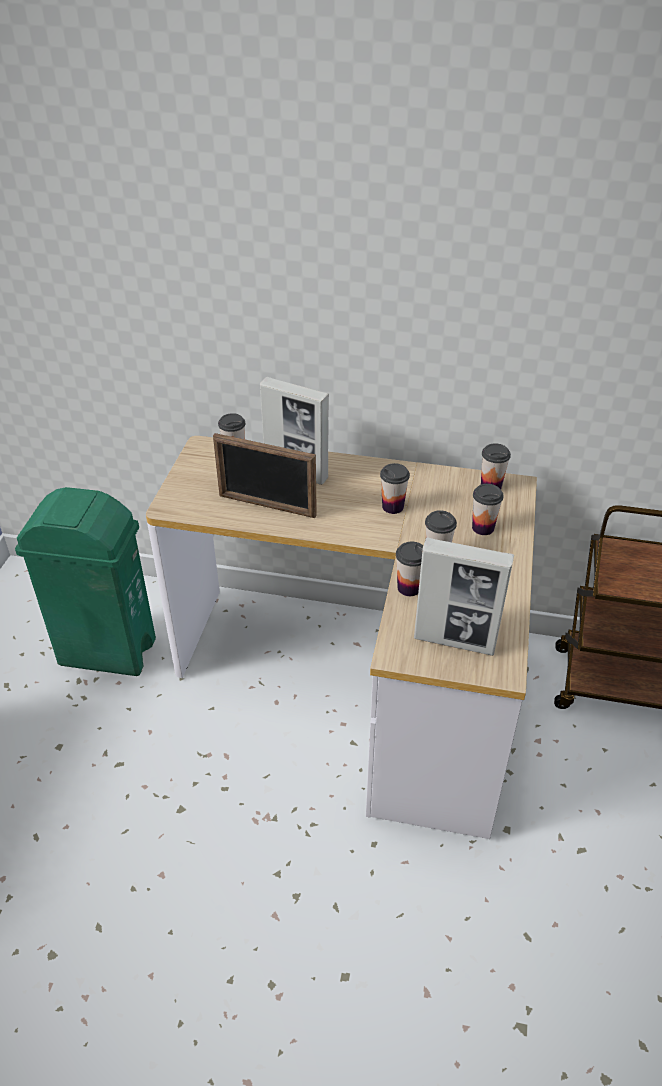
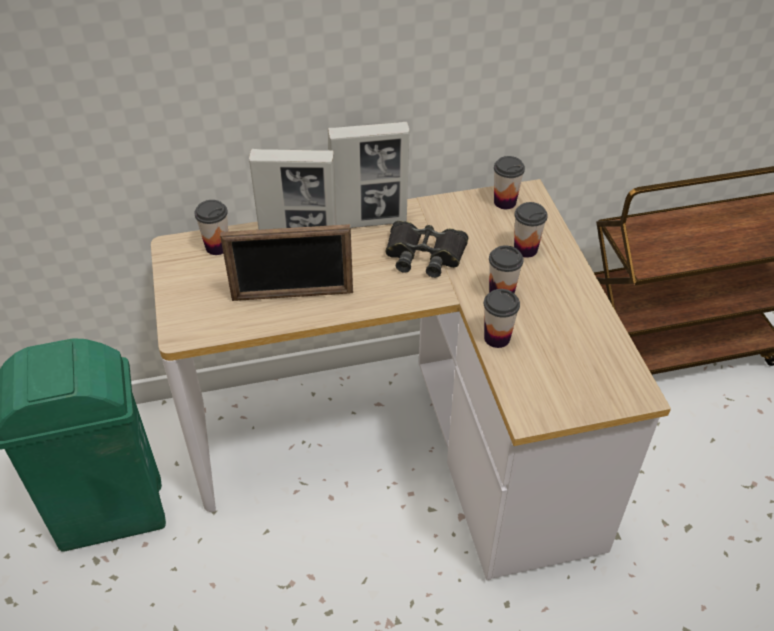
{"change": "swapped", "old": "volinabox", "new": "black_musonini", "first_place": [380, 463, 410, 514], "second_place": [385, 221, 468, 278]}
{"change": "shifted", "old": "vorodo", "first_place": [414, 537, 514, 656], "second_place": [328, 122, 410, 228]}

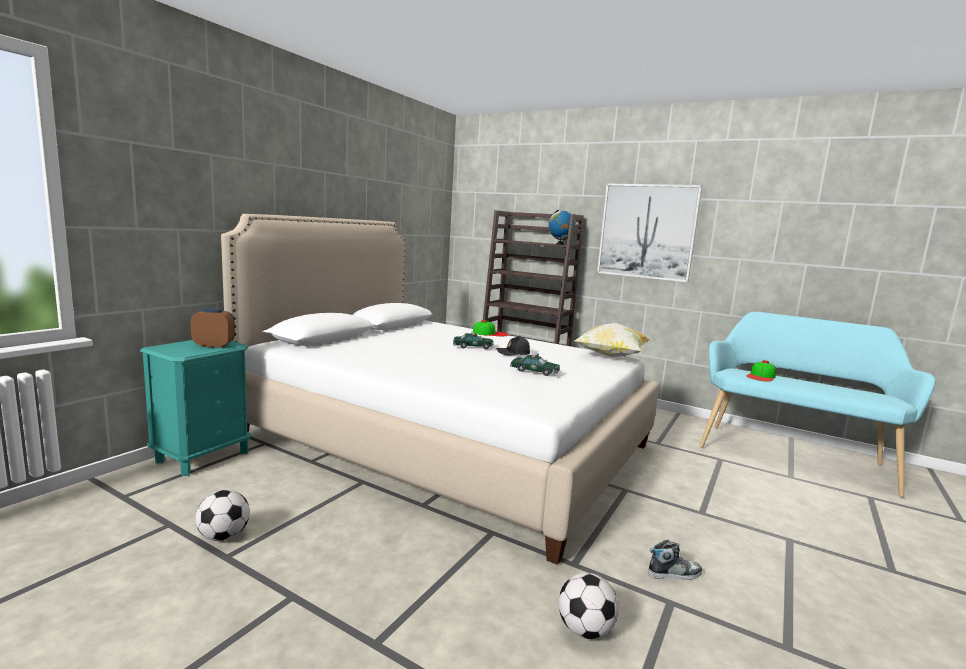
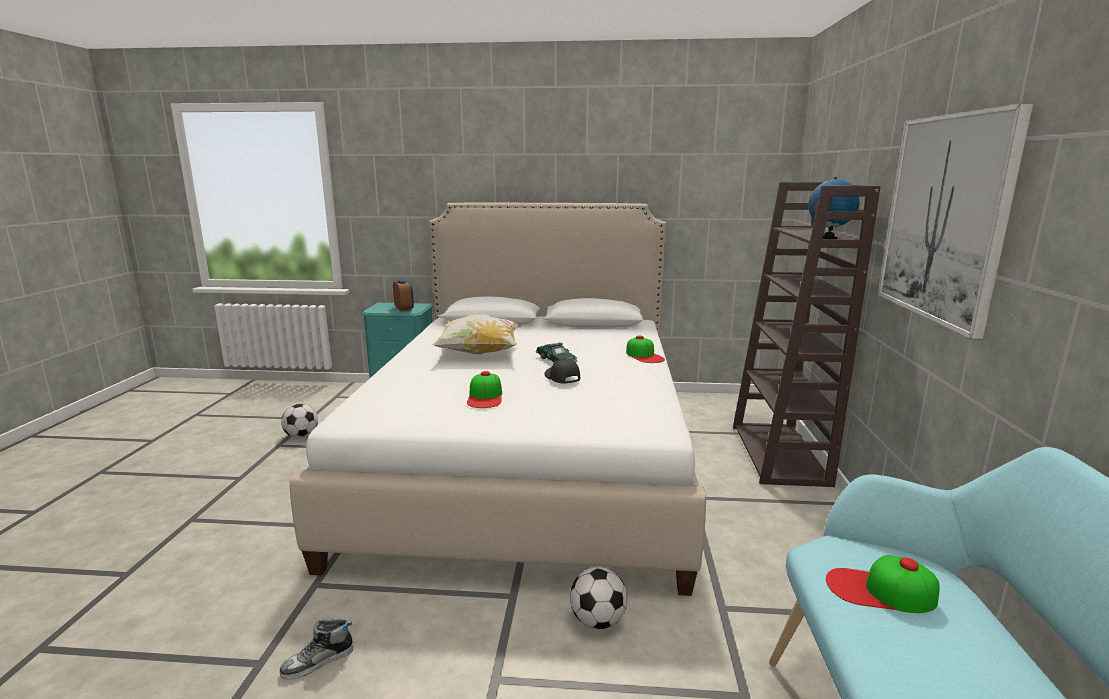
{"change": "swapped", "old": "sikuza", "new": "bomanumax", "first_place": [510, 353, 560, 376], "second_place": [467, 371, 502, 408]}
{"change": "shifted", "old": "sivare", "first_place": [559, 573, 619, 639], "second_place": [570, 567, 627, 629]}
{"change": "shifted", "old": "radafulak", "first_place": [574, 323, 651, 357], "second_place": [433, 314, 519, 355]}
{"change": "rotated", "old": "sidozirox", "first_place": [648, 540, 702, 580], "second_place": [280, 619, 354, 680], "degrees": 90}

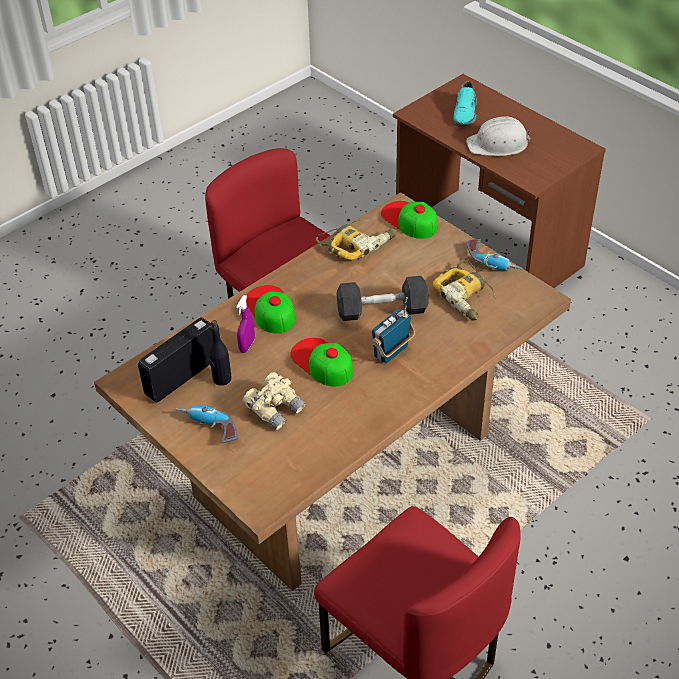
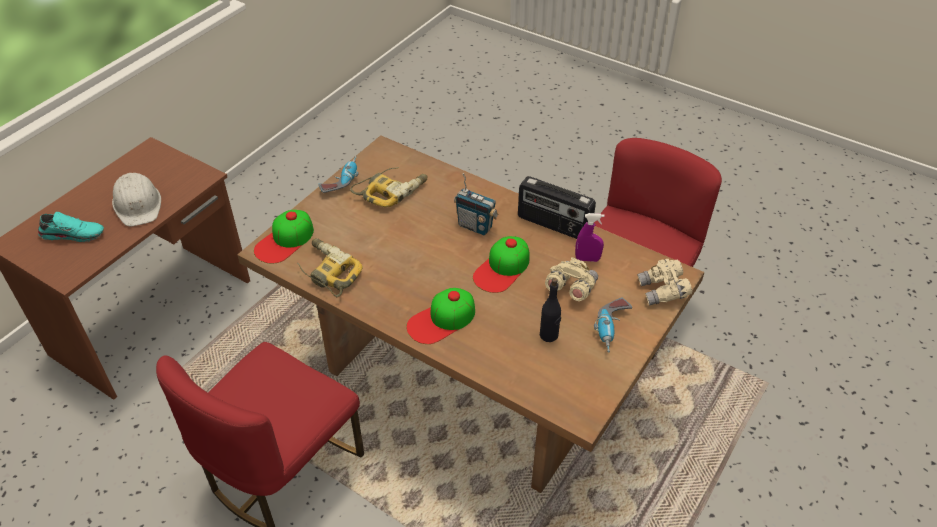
{"change": "shifted", "old": "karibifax", "first_place": [138, 317, 213, 402], "second_place": [518, 176, 596, 239]}
{"change": "shifted", "old": "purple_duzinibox", "first_place": [236, 295, 255, 353], "second_place": [575, 213, 605, 262]}
{"change": "gone", "old": "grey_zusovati", "first_place": [337, 276, 429, 321]}
{"change": "new", "new": "beige_musonini", "second_place": [637, 259, 693, 305]}

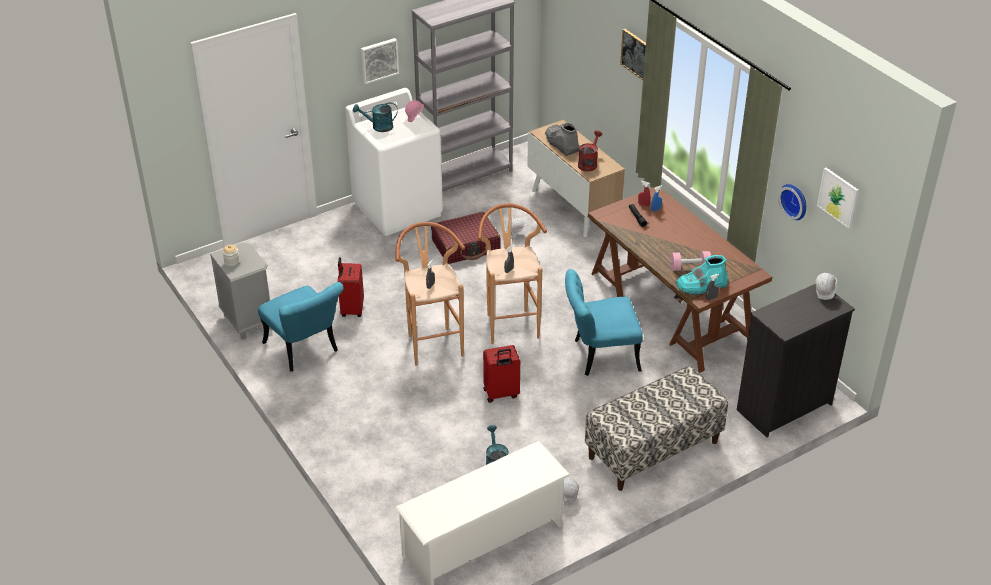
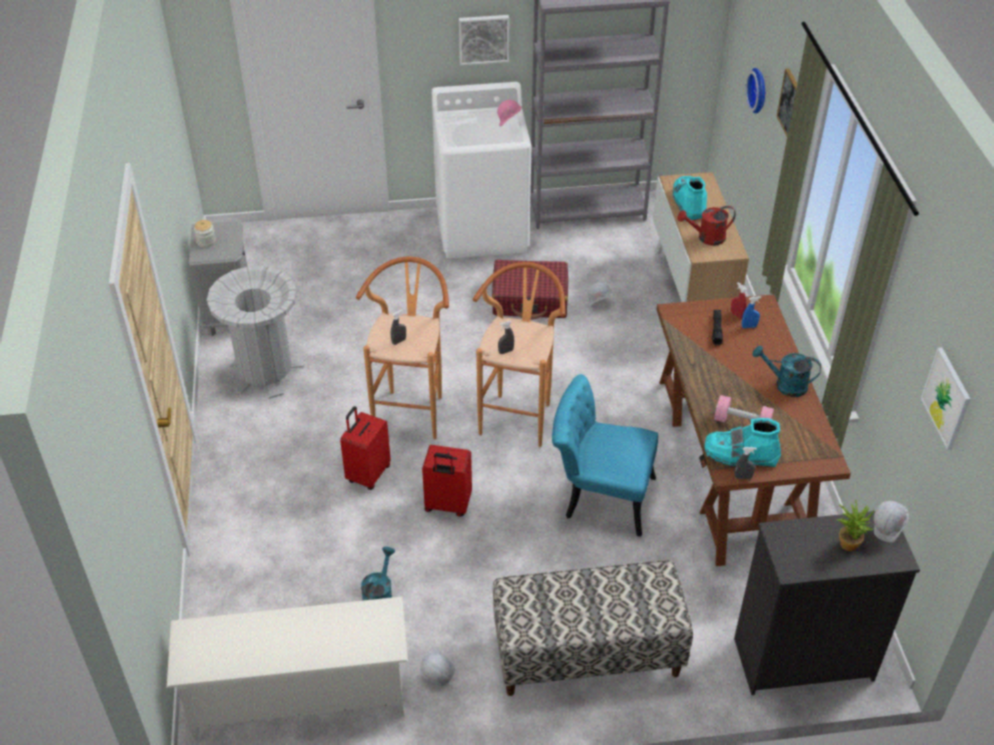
{"change": "swapped", "old": "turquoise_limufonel", "new": "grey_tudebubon", "first_place": [258, 282, 343, 372], "second_place": [207, 266, 304, 399]}
{"change": "shifted", "old": "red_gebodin", "first_place": [337, 257, 364, 317], "second_place": [340, 406, 391, 490]}
{"change": "shifted", "old": "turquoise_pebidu", "first_place": [353, 102, 398, 132], "second_place": [753, 345, 821, 397]}
{"change": "repainted", "old": "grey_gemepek", "new": "turquoise_gemepek", "first_place": [545, 122, 580, 156], "second_place": [673, 176, 707, 221]}
{"change": "rotated", "old": "red_pebidu", "first_place": [578, 131, 602, 171], "second_place": [678, 206, 736, 246], "degrees": -150}
{"change": "shifted", "old": "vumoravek", "first_place": [778, 184, 806, 220], "second_place": [746, 68, 765, 114]}
{"change": "new", "new": "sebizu", "second_place": [837, 500, 874, 551]}

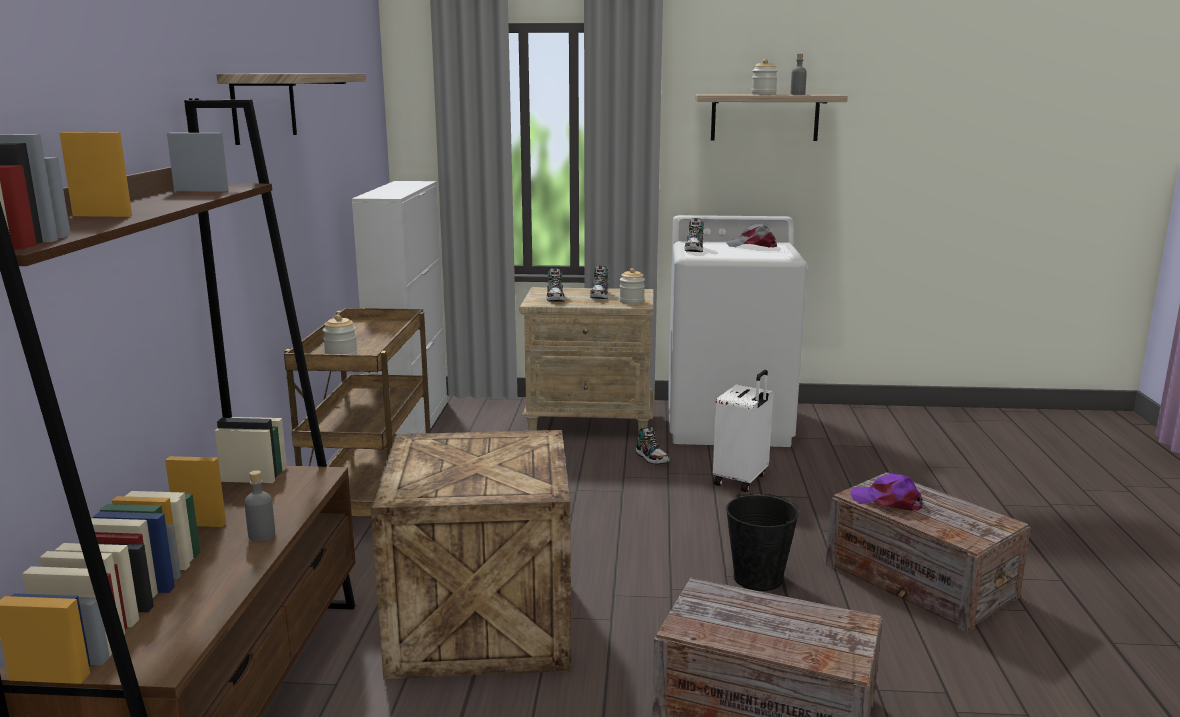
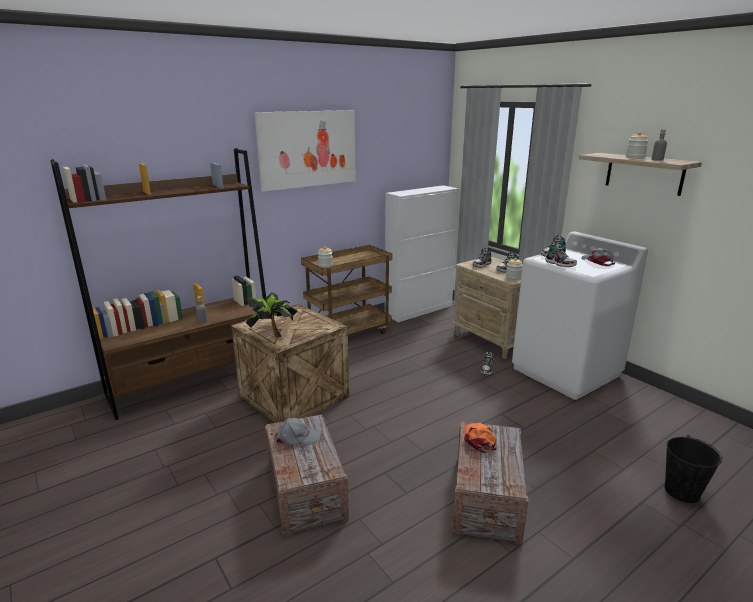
{"change": "swapped", "old": "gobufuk", "new": "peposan", "first_place": [217, 73, 366, 145], "second_place": [254, 110, 356, 192]}
{"change": "gone", "old": "white_gebodin", "first_place": [713, 370, 773, 492]}
{"change": "shifted", "old": "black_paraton", "first_place": [726, 493, 800, 591], "second_place": [664, 435, 722, 503]}
{"change": "repainted", "old": "purple_bomanumax", "new": "orange_bomanumax", "first_place": [850, 474, 922, 511], "second_place": [463, 423, 497, 453]}
{"change": "new", "new": "sebizu", "second_place": [246, 293, 298, 337]}
{"change": "new", "new": "grey_bomanumax", "second_place": [275, 418, 321, 445]}
{"change": "new", "new": "sidozirox", "second_place": [545, 243, 577, 267]}

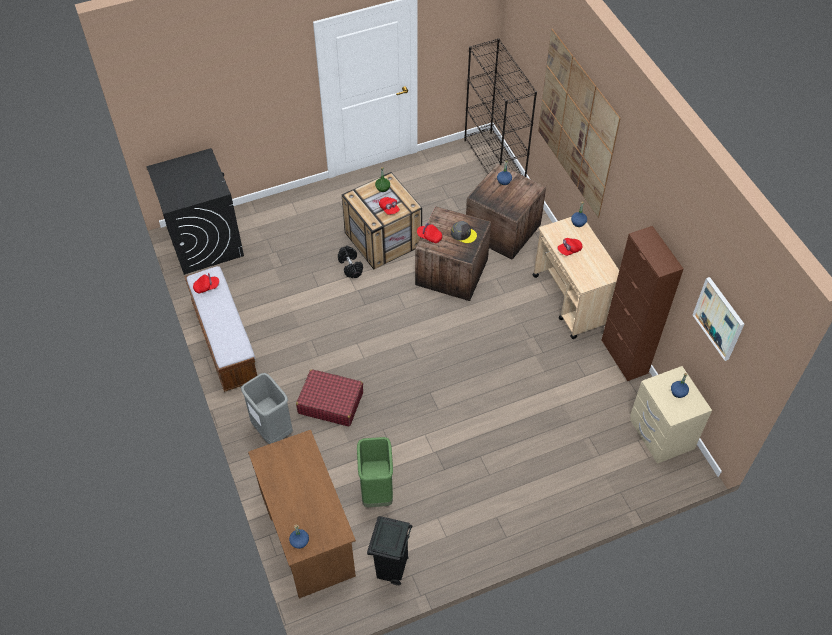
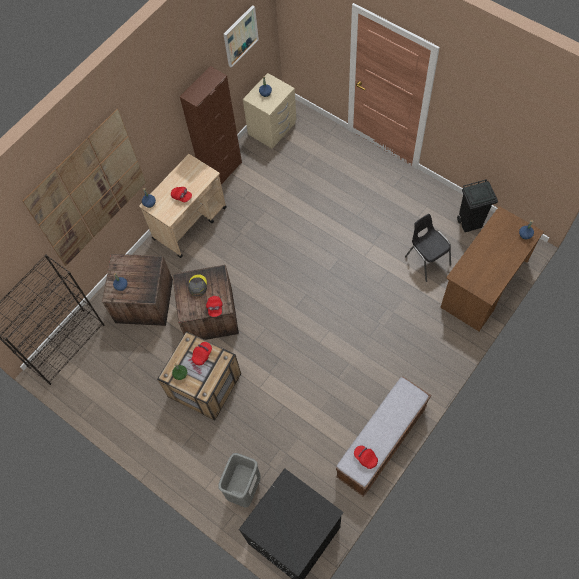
{"change": "shifted", "old": "grey_tudebubon", "first_place": [241, 373, 293, 444], "second_place": [218, 453, 261, 507]}
{"change": "gone", "old": "red_gebodin", "first_place": [296, 369, 363, 426]}
{"change": "gone", "old": "black_zusovati", "first_place": [338, 246, 363, 278]}
{"change": "swapped", "old": "green_tudebubon", "new": "black_limufonel", "first_place": [357, 437, 393, 507], "second_place": [405, 214, 451, 282]}

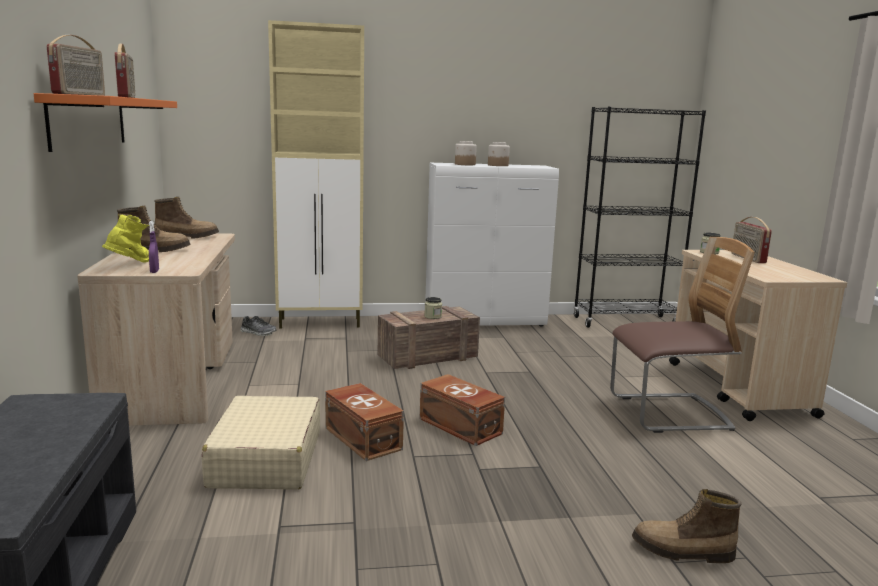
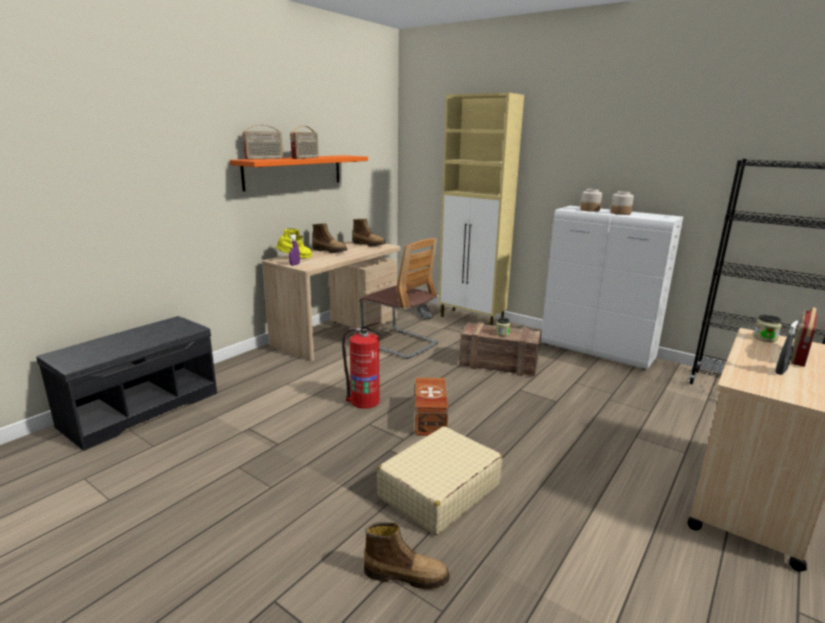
{"change": "shifted", "old": "beige_gebodin", "first_place": [202, 396, 320, 490], "second_place": [377, 426, 502, 535]}
{"change": "swapped", "old": "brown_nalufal", "new": "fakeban", "first_place": [325, 383, 404, 461], "second_place": [342, 322, 383, 409]}
{"change": "shifted", "old": "limufonel", "first_place": [610, 237, 755, 433], "second_place": [359, 238, 438, 359]}
{"change": "rotated", "old": "gemepek", "first_place": [632, 489, 741, 563], "second_place": [364, 522, 450, 589], "degrees": 135}
{"change": "new", "new": "grey_duzinibox", "second_place": [775, 321, 798, 375]}

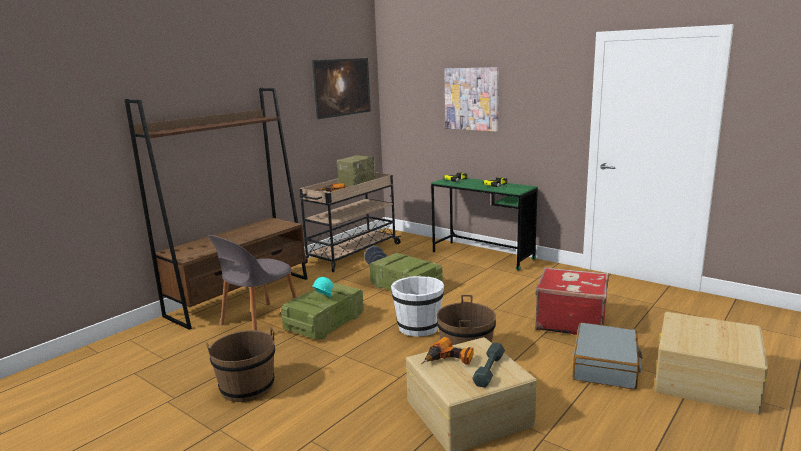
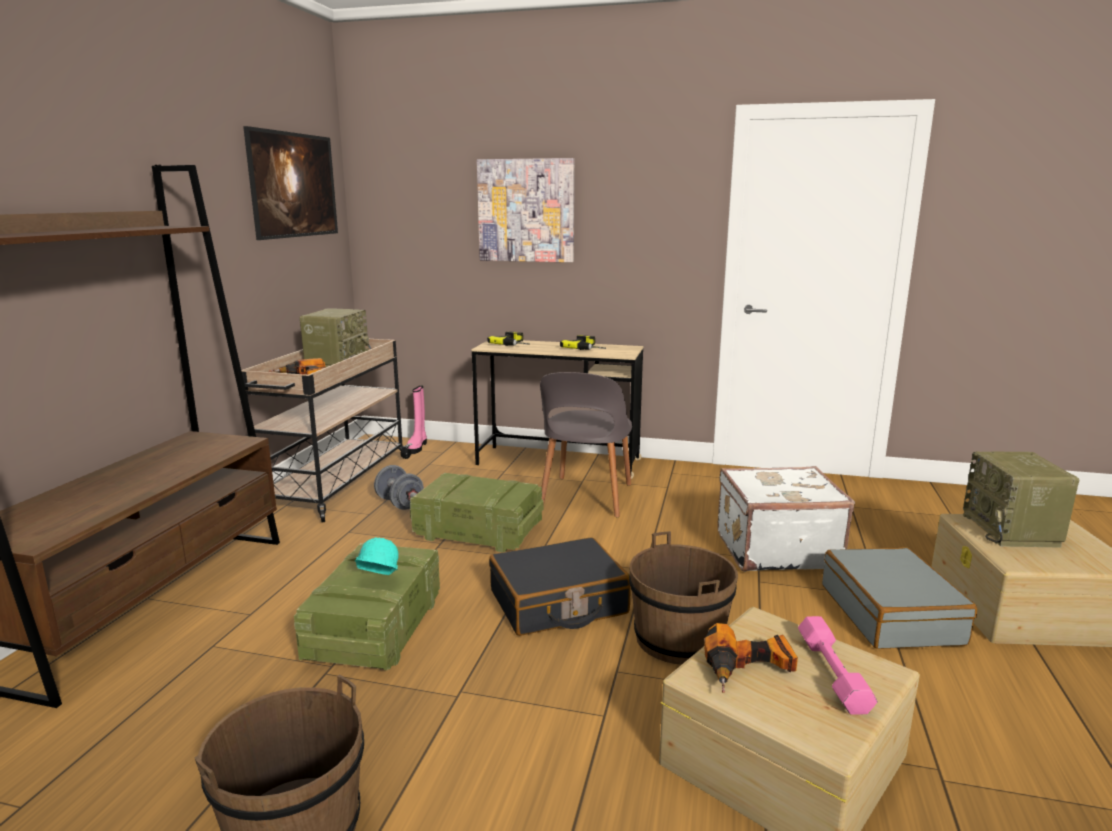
{"change": "shifted", "old": "grey_limufonel", "first_place": [208, 235, 297, 330], "second_place": [540, 372, 632, 517]}
{"change": "swapped", "old": "white_paraton", "new": "black_gebodin", "first_place": [391, 276, 444, 337], "second_place": [489, 537, 631, 636]}
{"change": "repainted", "old": "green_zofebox", "new": "beige_zofebox", "first_place": [431, 178, 538, 271], "second_place": [472, 340, 643, 479]}
{"change": "repainted", "old": "grey_zusovati", "new": "pink_zusovati", "first_place": [472, 342, 505, 388], "second_place": [798, 616, 878, 715]}
{"change": "repainted", "old": "red_gebodin", "new": "white_gebodin", "first_place": [535, 267, 609, 335], "second_place": [718, 466, 855, 572]}
{"change": "new", "new": "pink_gemepek", "second_place": [407, 386, 427, 454]}
{"change": "new", "new": "karibifax", "second_place": [963, 452, 1079, 548]}

